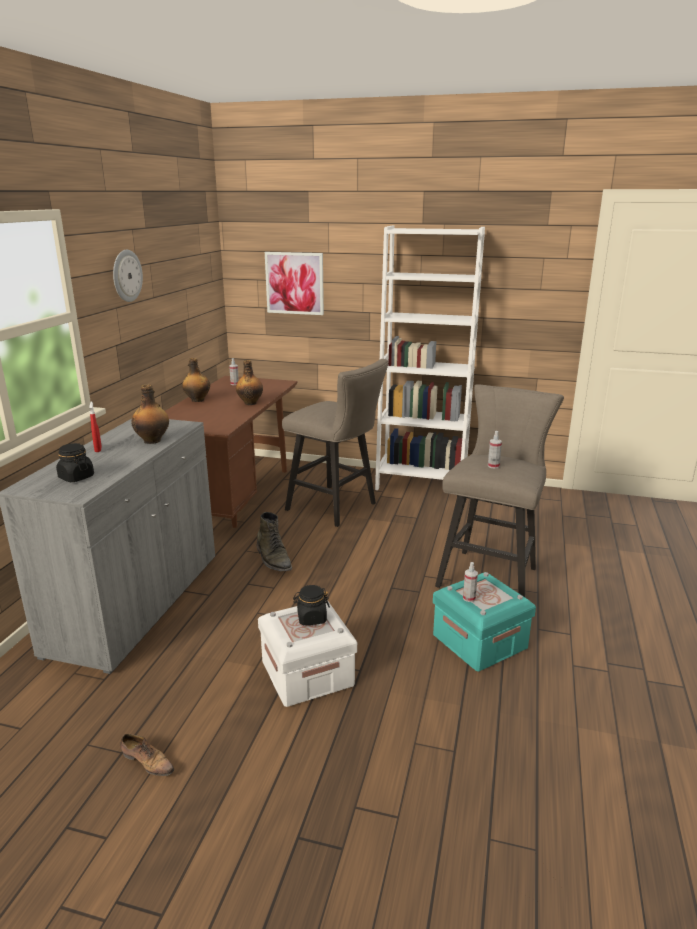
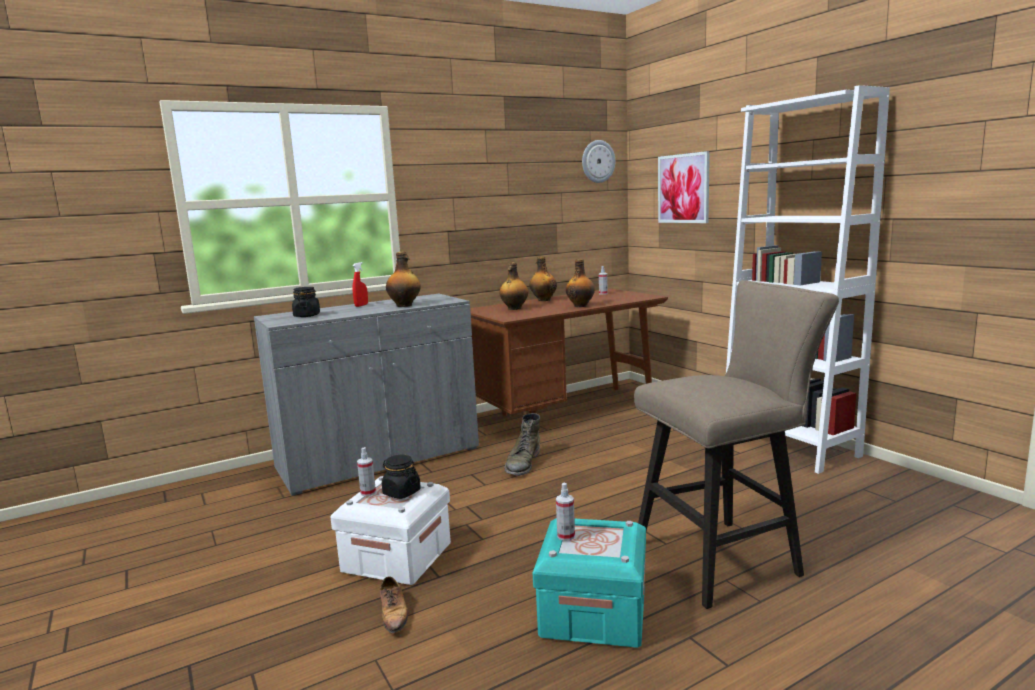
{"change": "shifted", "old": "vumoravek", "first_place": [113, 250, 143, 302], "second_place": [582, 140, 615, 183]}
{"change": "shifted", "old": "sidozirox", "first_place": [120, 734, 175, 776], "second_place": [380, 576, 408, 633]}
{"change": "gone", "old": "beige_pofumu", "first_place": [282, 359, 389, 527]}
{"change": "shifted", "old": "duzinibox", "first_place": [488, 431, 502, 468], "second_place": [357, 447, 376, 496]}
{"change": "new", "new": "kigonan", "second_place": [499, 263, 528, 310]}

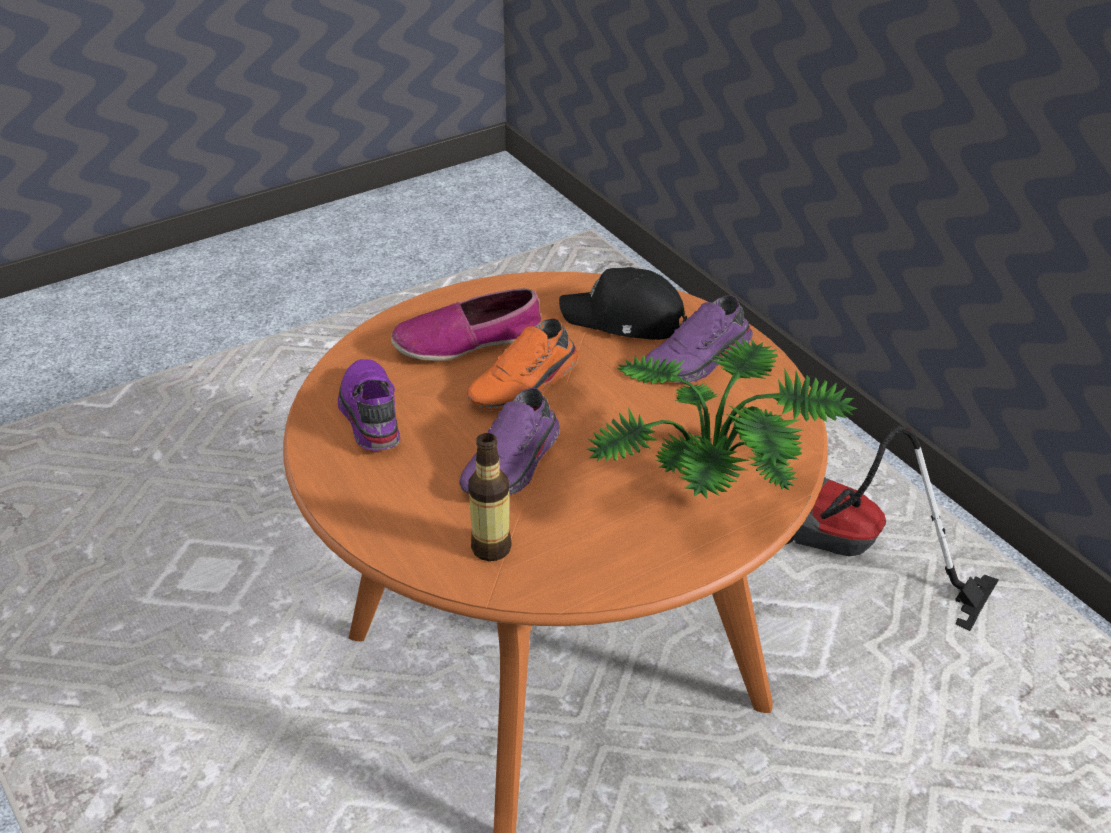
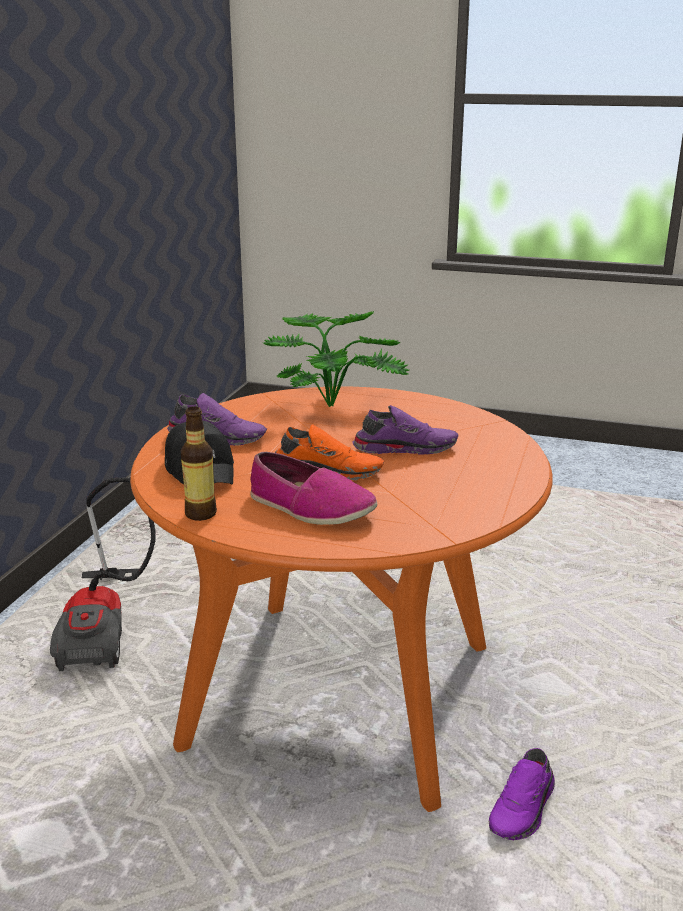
{"change": "shifted", "old": "purple_sidozirox", "first_place": [338, 359, 400, 451], "second_place": [489, 748, 555, 840]}
{"change": "shifted", "old": "kigonan", "first_place": [468, 433, 512, 561], "second_place": [181, 406, 217, 521]}

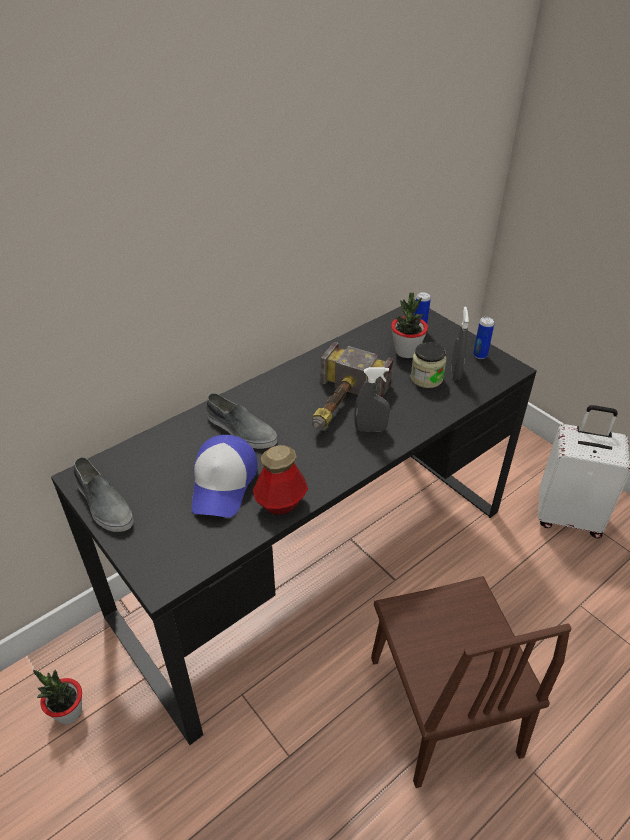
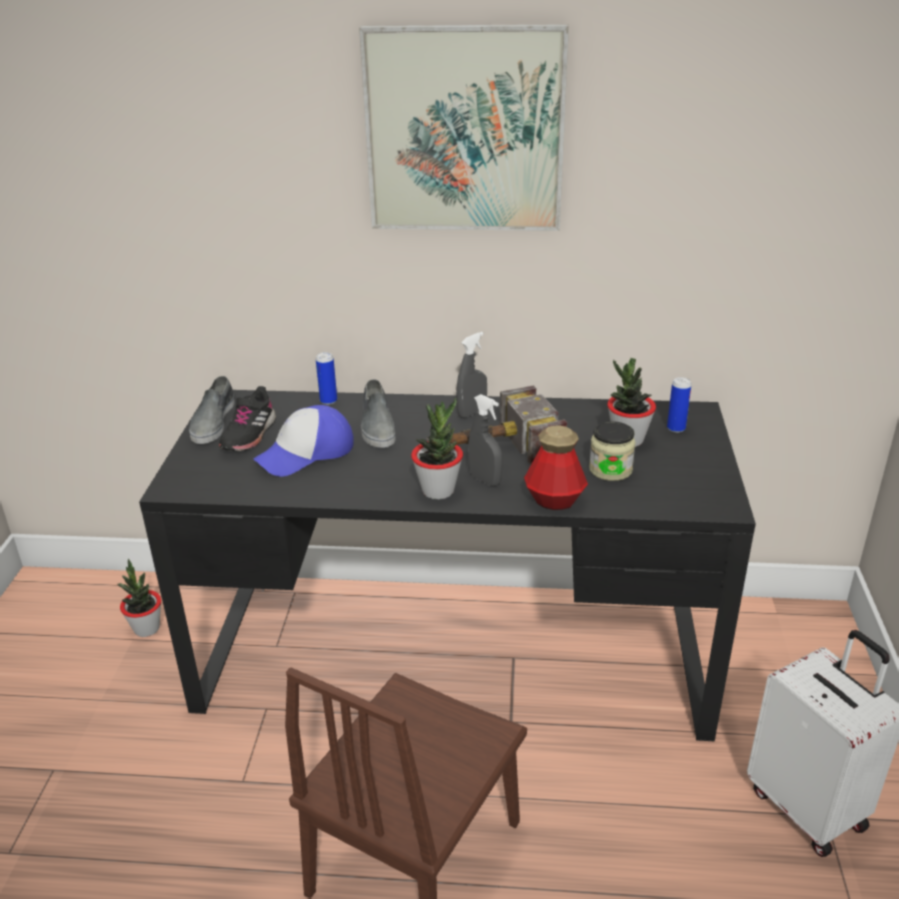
{"change": "shifted", "old": "kigonan", "first_place": [253, 445, 308, 515], "second_place": [524, 426, 588, 510]}
{"change": "shifted", "old": "grey_duzinibox", "first_place": [451, 306, 469, 380], "second_place": [456, 332, 487, 418]}
{"change": "shifted", "old": "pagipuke", "first_place": [473, 317, 494, 359], "second_place": [316, 352, 337, 405]}
{"change": "new", "new": "black_sidozirox", "second_place": [219, 386, 276, 451]}
{"change": "new", "new": "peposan", "second_place": [359, 24, 569, 231]}
{"change": "new", "new": "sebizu", "second_place": [411, 398, 463, 500]}

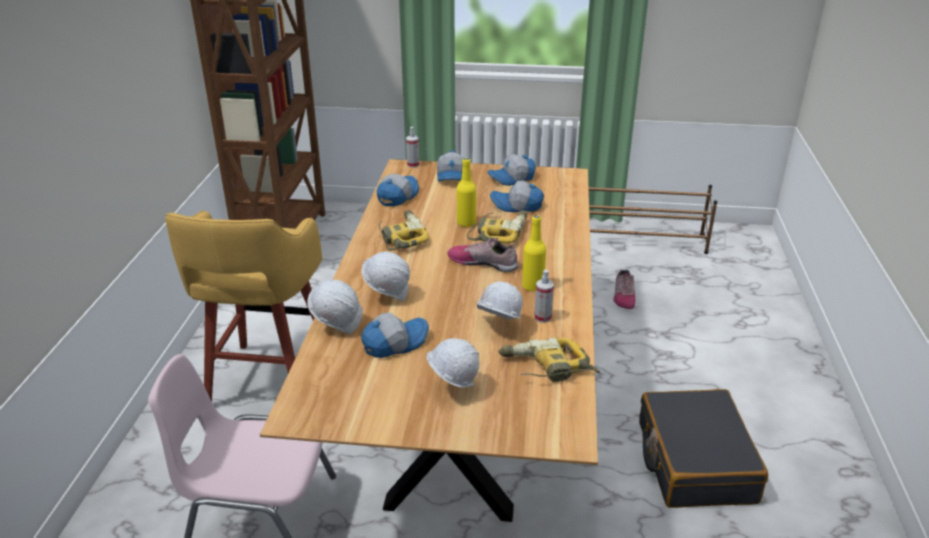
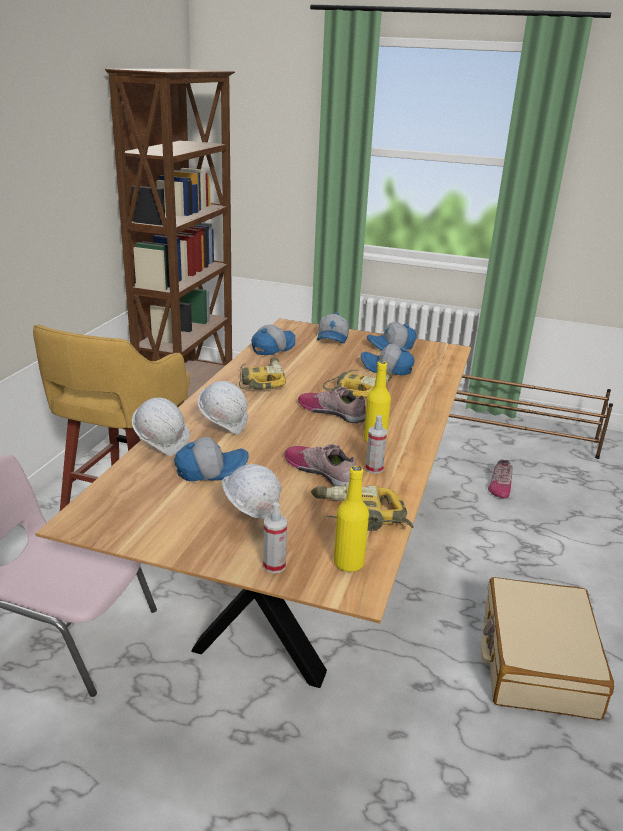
{"change": "shifted", "old": "duzinibox", "first_place": [406, 127, 419, 168], "second_place": [263, 502, 287, 573]}
{"change": "shifted", "old": "yellow_kigonan", "first_place": [457, 158, 476, 227], "second_place": [334, 466, 369, 572]}
{"change": "swapped", "old": "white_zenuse", "new": "sidozirox", "first_place": [476, 281, 523, 319], "second_place": [285, 444, 356, 486]}
{"change": "repainted", "old": "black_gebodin", "new": "beige_gebodin", "first_place": [639, 389, 768, 508], "second_place": [481, 577, 614, 720]}

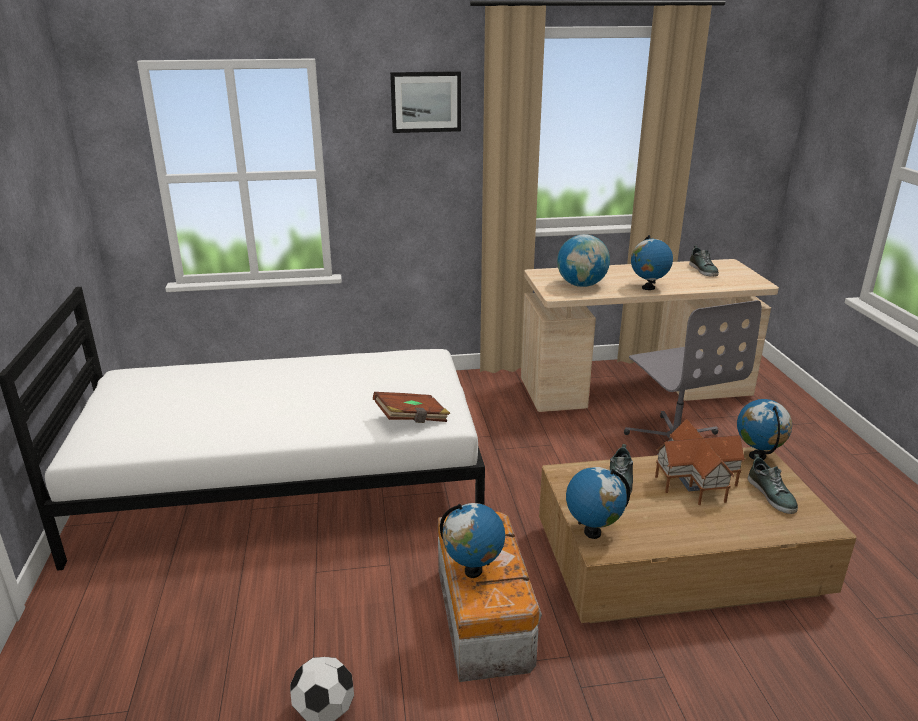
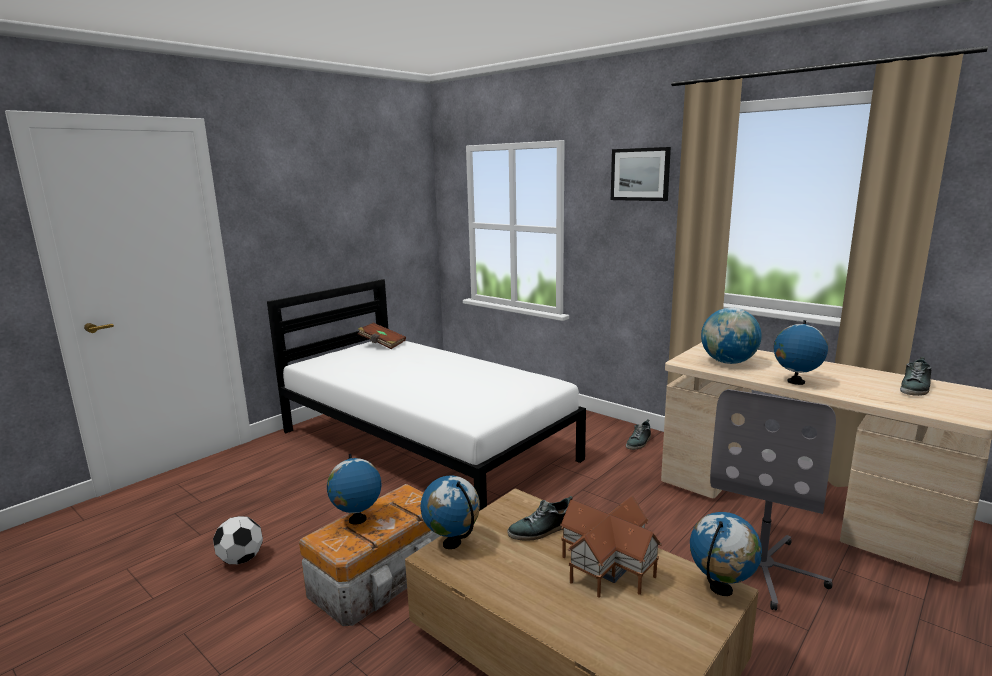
{"change": "shifted", "old": "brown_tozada", "first_place": [373, 392, 450, 423], "second_place": [358, 323, 406, 349]}
{"change": "shifted", "old": "sidozirox", "first_place": [748, 454, 798, 514], "second_place": [626, 419, 651, 450]}

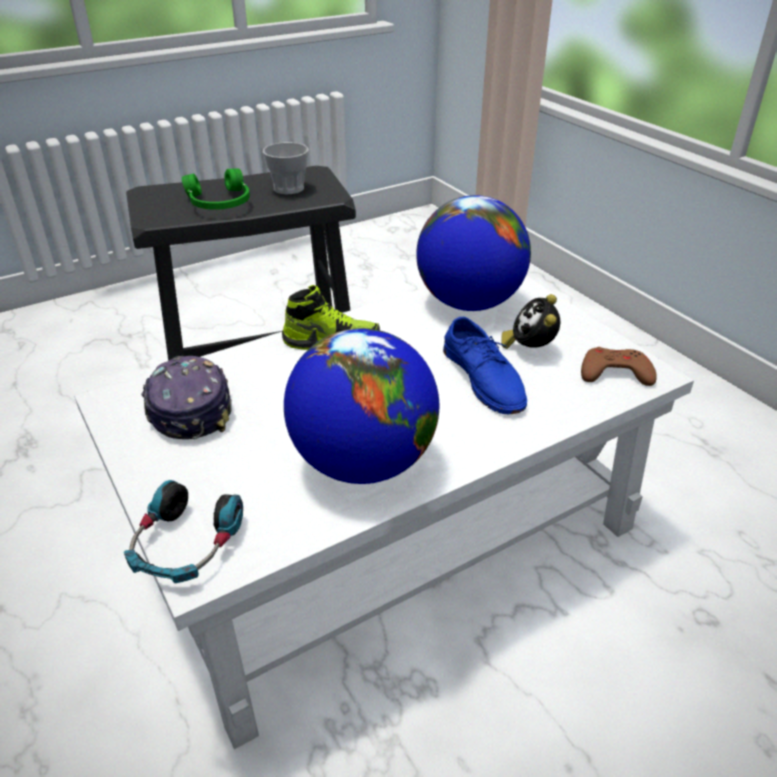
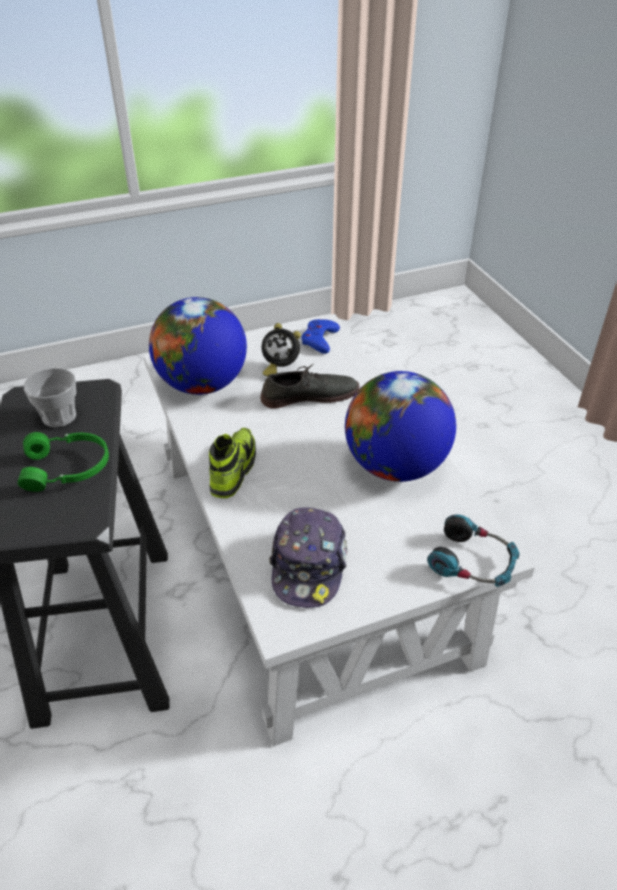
{"change": "rotated", "old": "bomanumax", "first_place": [141, 356, 232, 439], "second_place": [269, 507, 347, 608], "degrees": -75}
{"change": "repainted", "old": "blue_sidozirox", "new": "grey_sidozirox", "first_place": [443, 317, 527, 414], "second_place": [260, 364, 359, 409]}
{"change": "repainted", "old": "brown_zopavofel", "new": "blue_zopavofel", "first_place": [581, 347, 657, 386], "second_place": [301, 319, 340, 354]}

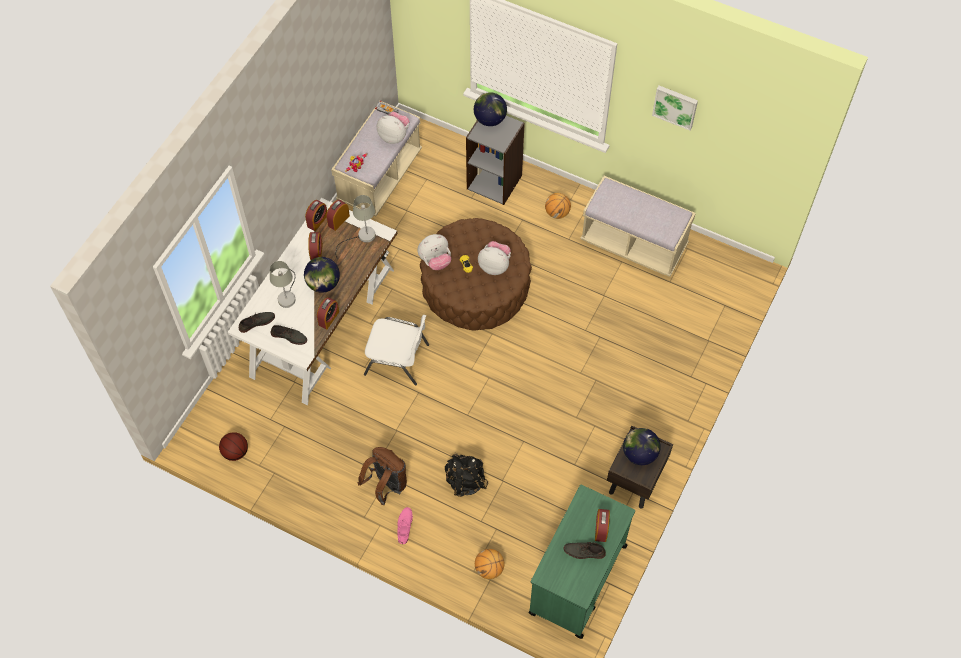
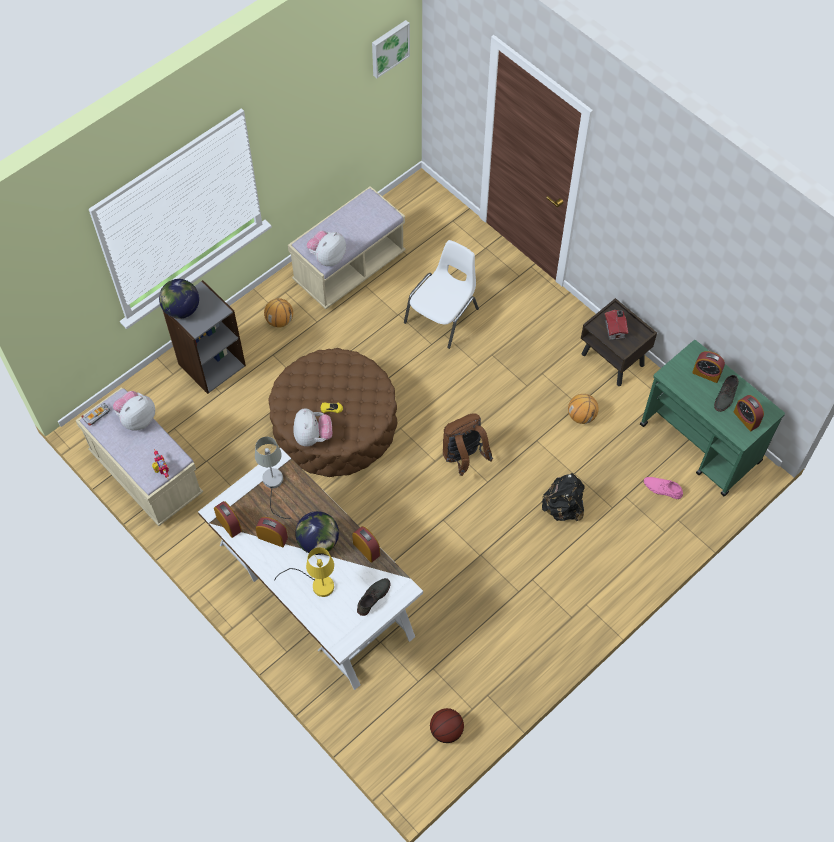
{"change": "gone", "old": "grey_sidozirox", "first_place": [239, 312, 275, 333]}
{"change": "repainted", "old": "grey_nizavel", "new": "yellow_nizavel", "first_place": [270, 261, 295, 308], "second_place": [274, 547, 334, 597]}
{"change": "shifted", "old": "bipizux", "first_place": [326, 200, 350, 231], "second_place": [734, 395, 764, 431]}
{"change": "shifted", "old": "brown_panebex", "first_place": [358, 447, 407, 505], "second_place": [443, 413, 493, 476]}
{"change": "shifted", "old": "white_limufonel", "first_place": [364, 315, 429, 386], "second_place": [404, 240, 479, 349]}
{"change": "shifted", "old": "pink_sidozirox", "first_place": [397, 507, 413, 544], "second_place": [644, 477, 683, 499]}
{"change": "shifted", "old": "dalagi", "first_place": [475, 549, 504, 579], "second_place": [568, 394, 599, 424]}
{"change": "shifted", "old": "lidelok", "first_place": [478, 241, 511, 275], "second_place": [306, 231, 346, 266]}
{"change": "swapped", "old": "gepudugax", "new": "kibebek", "first_place": [623, 428, 661, 465], "second_place": [605, 310, 628, 340]}
{"change": "shifted", "old": "peposan", "first_place": [652, 86, 698, 130], "second_place": [372, 20, 410, 78]}

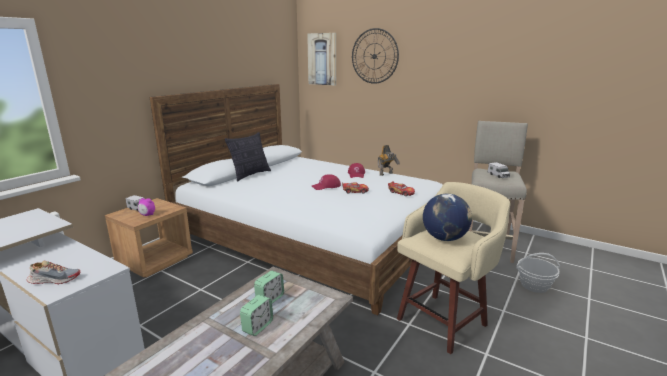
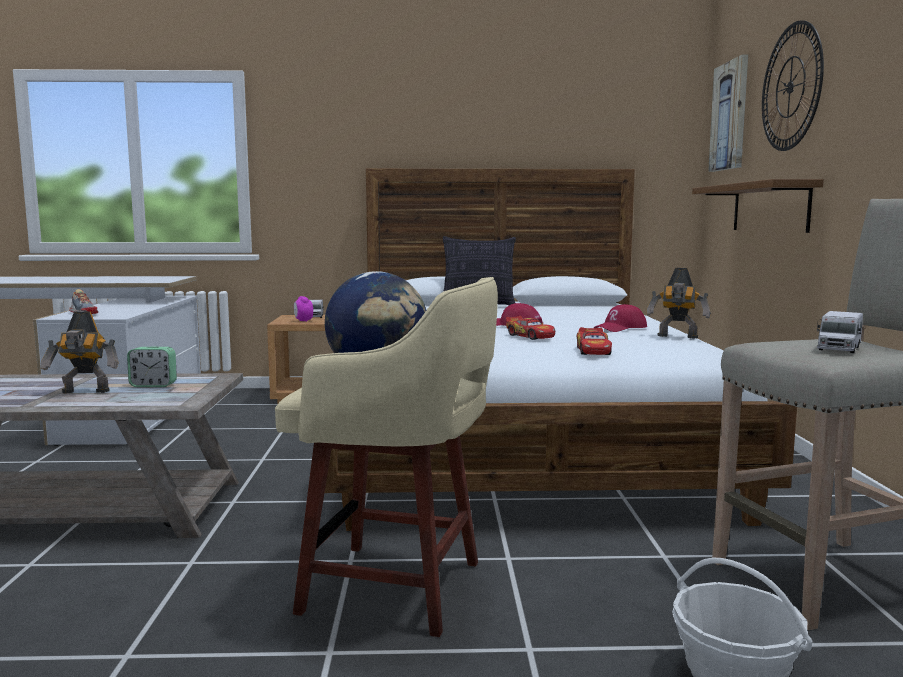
{"change": "swapped", "old": "bipizux", "new": "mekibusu", "first_place": [240, 295, 273, 336], "second_place": [41, 311, 119, 393]}
{"change": "new", "new": "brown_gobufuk", "second_place": [692, 179, 824, 233]}

